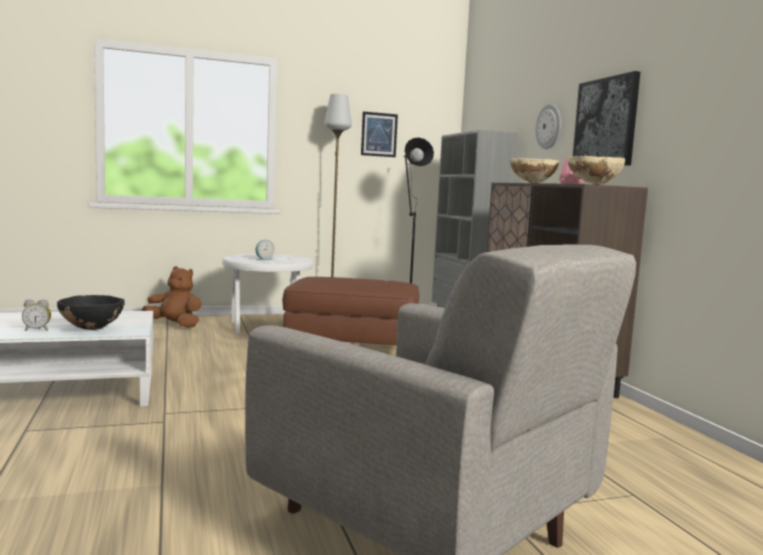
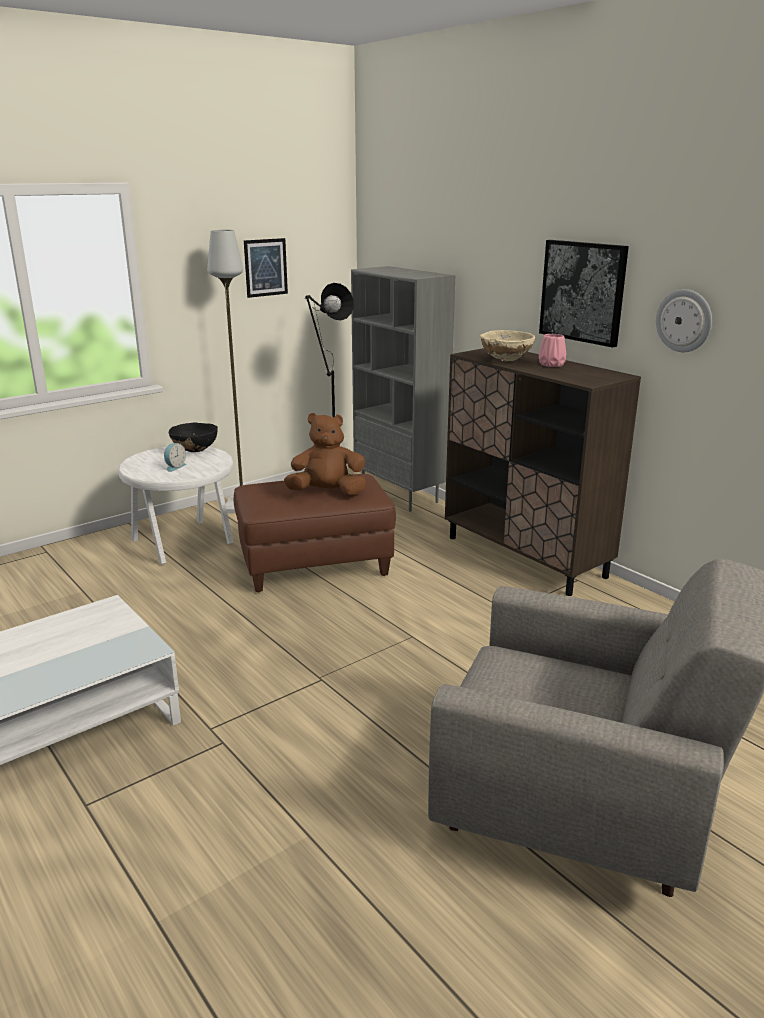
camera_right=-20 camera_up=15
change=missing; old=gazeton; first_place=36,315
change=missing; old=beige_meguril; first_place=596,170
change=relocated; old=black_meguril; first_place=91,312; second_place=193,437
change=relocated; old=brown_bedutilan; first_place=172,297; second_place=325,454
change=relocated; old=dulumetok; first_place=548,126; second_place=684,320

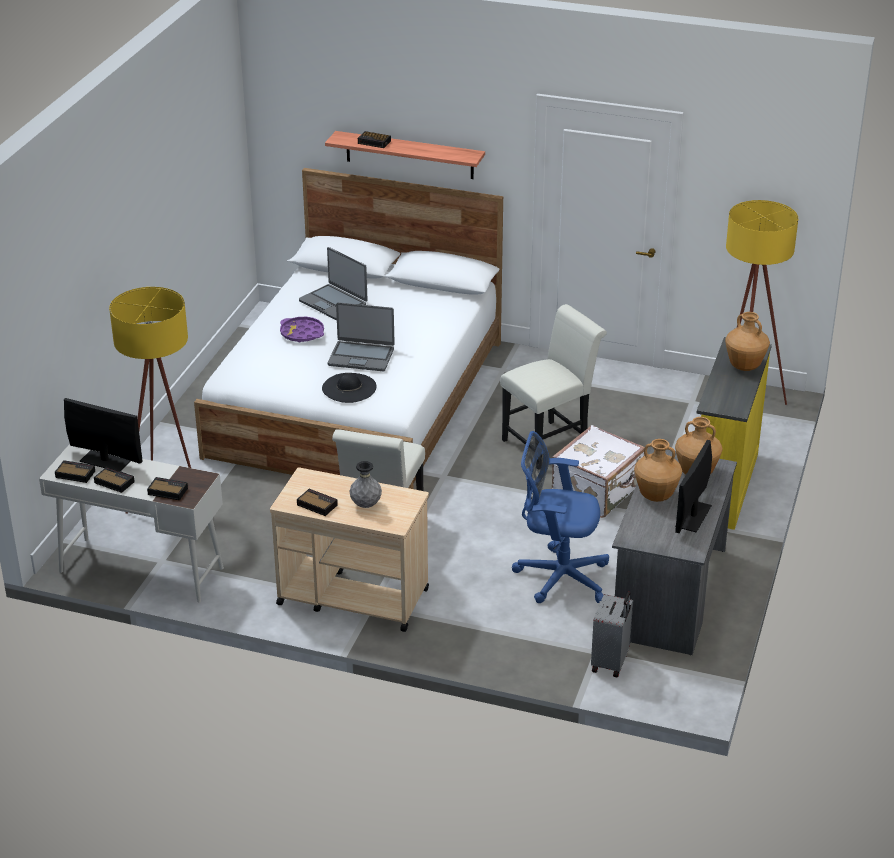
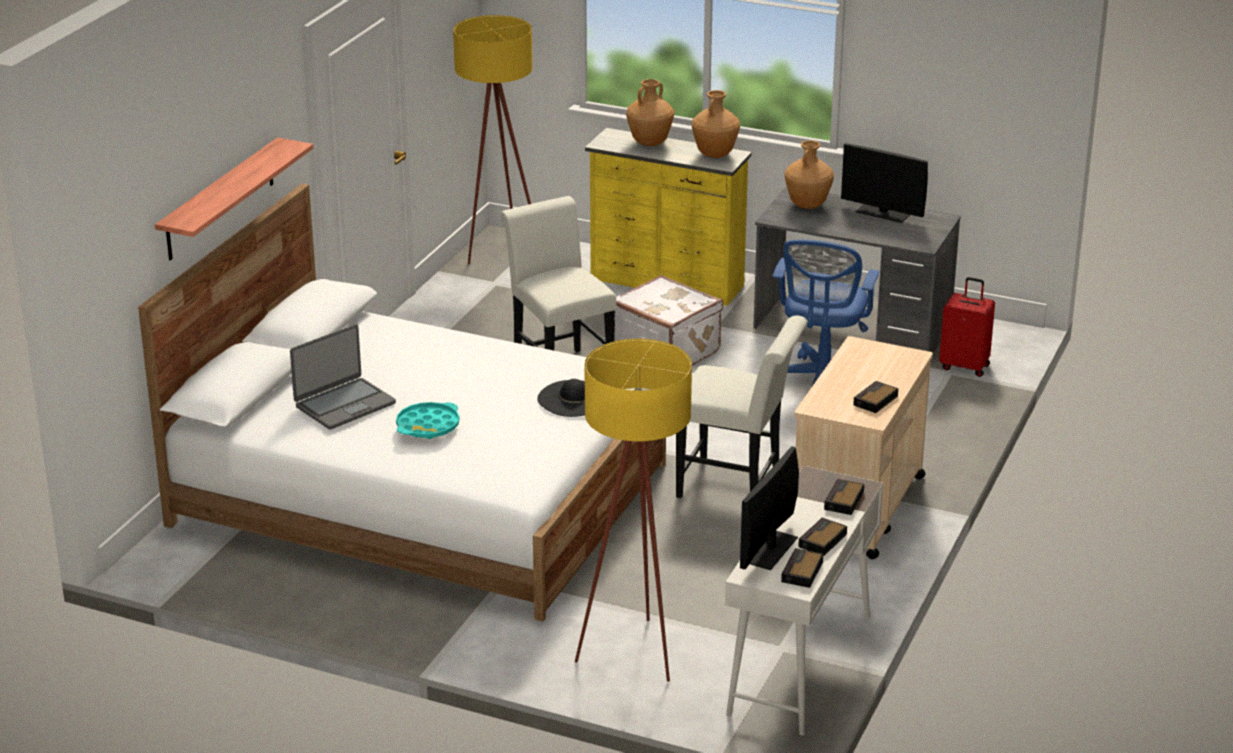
camera_right=-85 camera_up=-5
change=missing; old=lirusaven; first_place=361,336
change=missing; old=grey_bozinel; first_place=365,484
change=missing; old=gazeton; first_place=374,139
change=relocated; old=brown_bozinel; first_place=658,470; second_place=716,124
change=colour; old=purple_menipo; new=turquoise_menipo; first_place=302,329; second_place=427,420
change=colour; old=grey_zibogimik; new=red_zibogimik; first_place=612,634; second_place=967,327

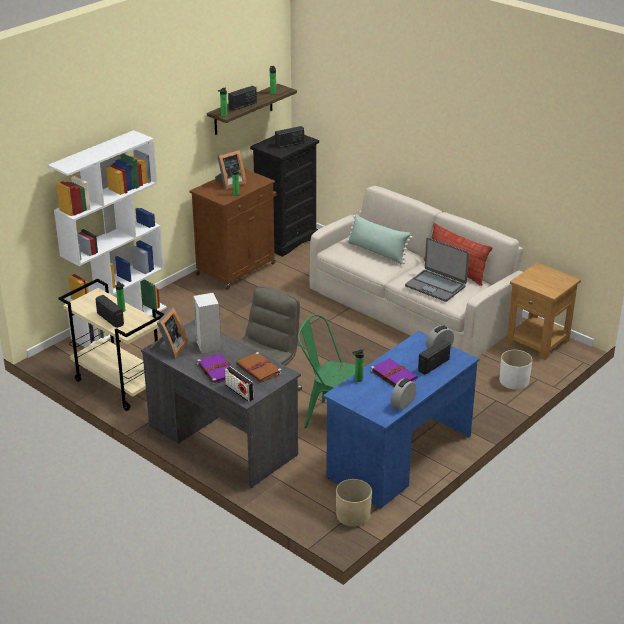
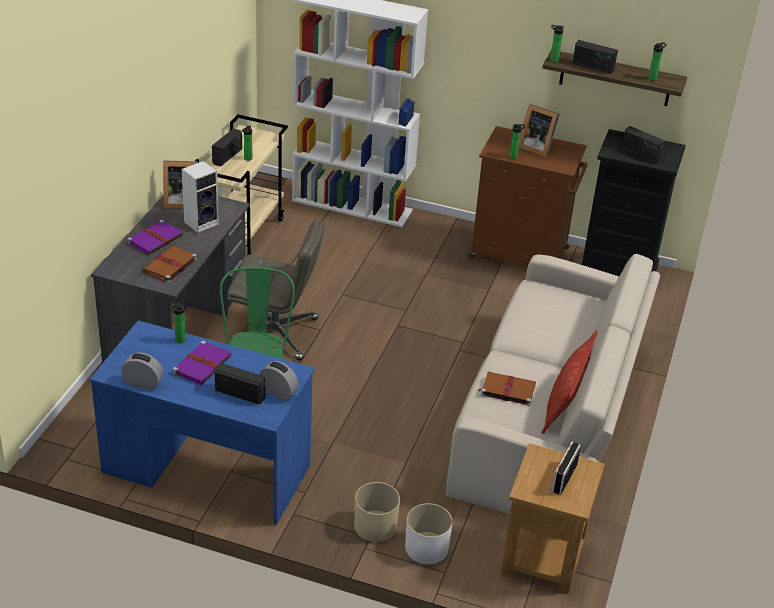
camera_right=65 camera_up=5
change=missing; old=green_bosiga; first_place=379,239
change=relocated; old=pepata; first_place=239,384; second_place=566,468
change=relocated; old=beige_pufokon; first_place=354,503; second_place=377,512
change=exchanged; old=lirusaven; new=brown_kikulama; first_place=437,269; second_place=507,389

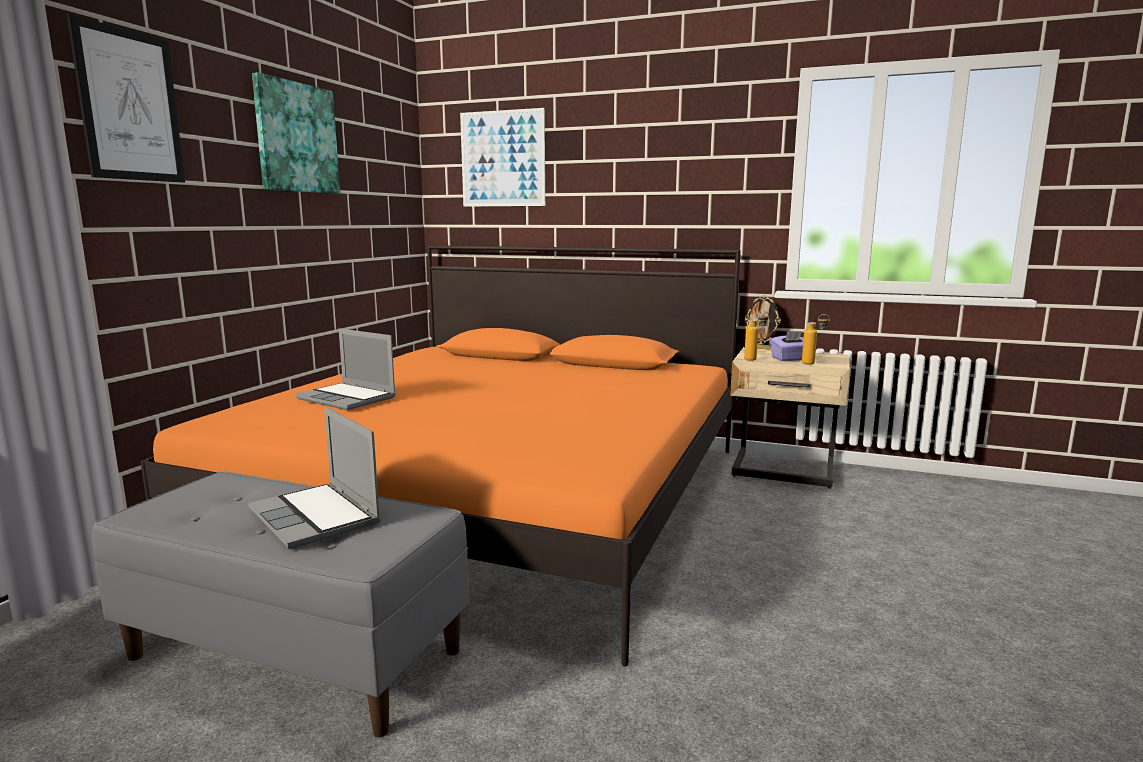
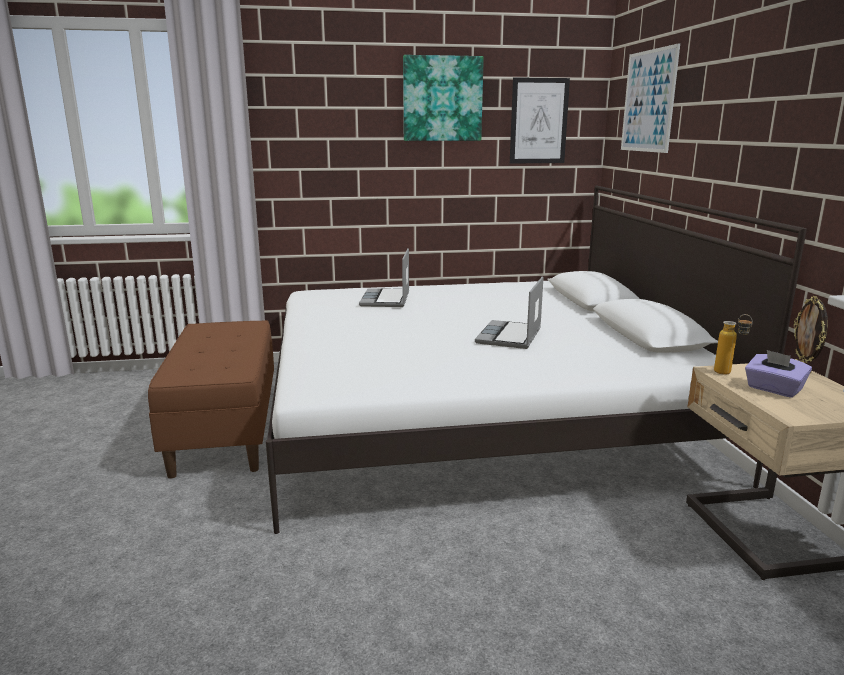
camera_right=60 camera_up=5
change=missing; old=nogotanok; first_place=816,339
change=relocated; old=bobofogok; first_place=126,98; second_place=540,121
change=relocated; old=lirusaven; first_place=314,478; second_place=509,312
change=colour; old=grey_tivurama; new=brown_tivurama; first_place=280,604; second_place=211,399
change=colour; old=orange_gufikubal; new=white_gufikubal; first_place=440,455; second_place=536,359

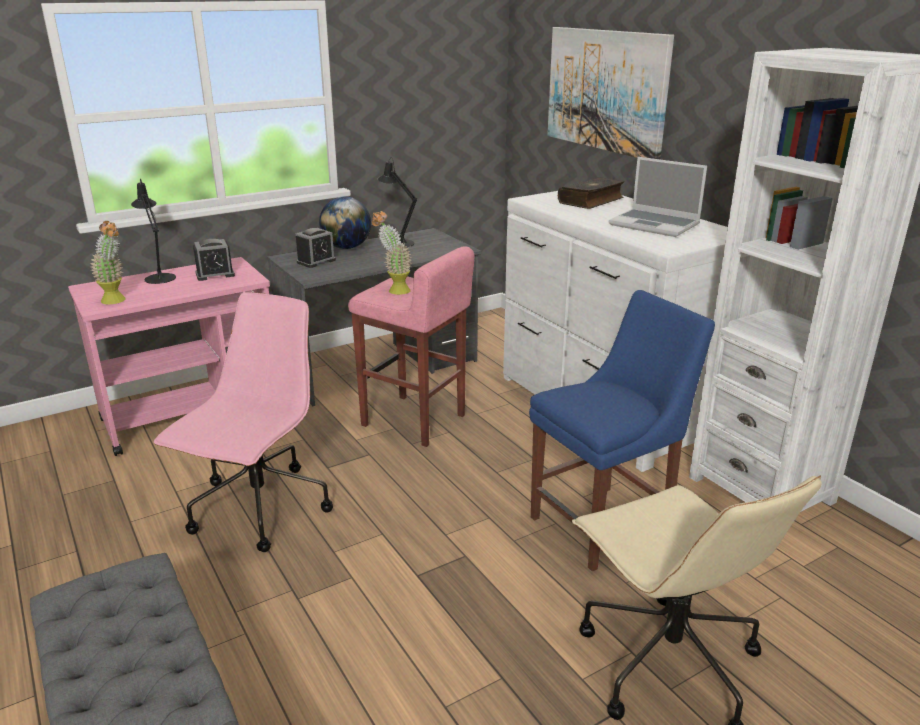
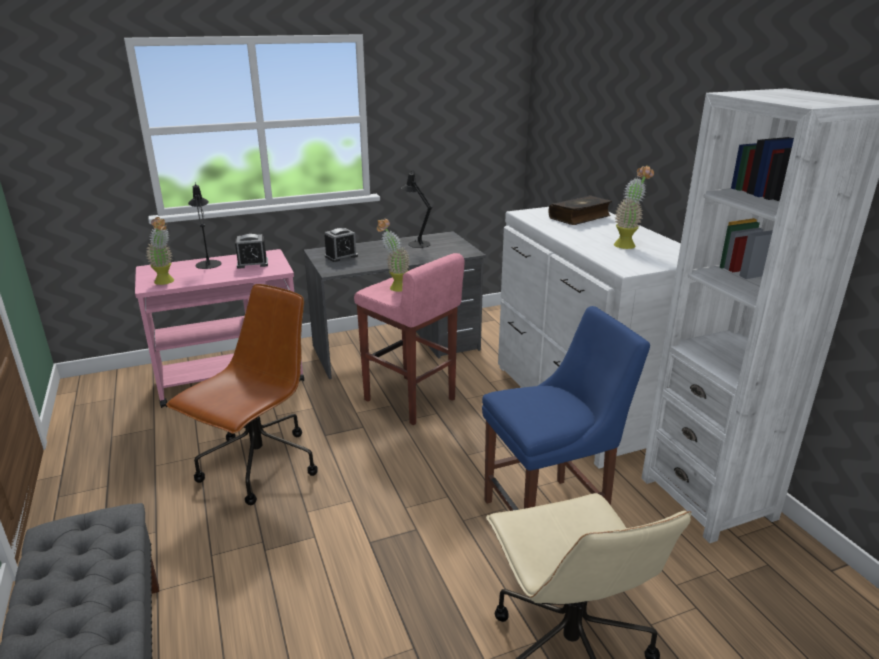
camera_right=10 camera_up=0
change=missing; old=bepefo; first_place=345,222
change=missing; old=bobofogok; first_place=610,93
change=exchanged; old=lirusaven; new=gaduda; first_place=658,197; second_place=634,207
change=colour; old=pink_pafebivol; new=brown_pafebivol; first_place=243,422; second_place=242,394

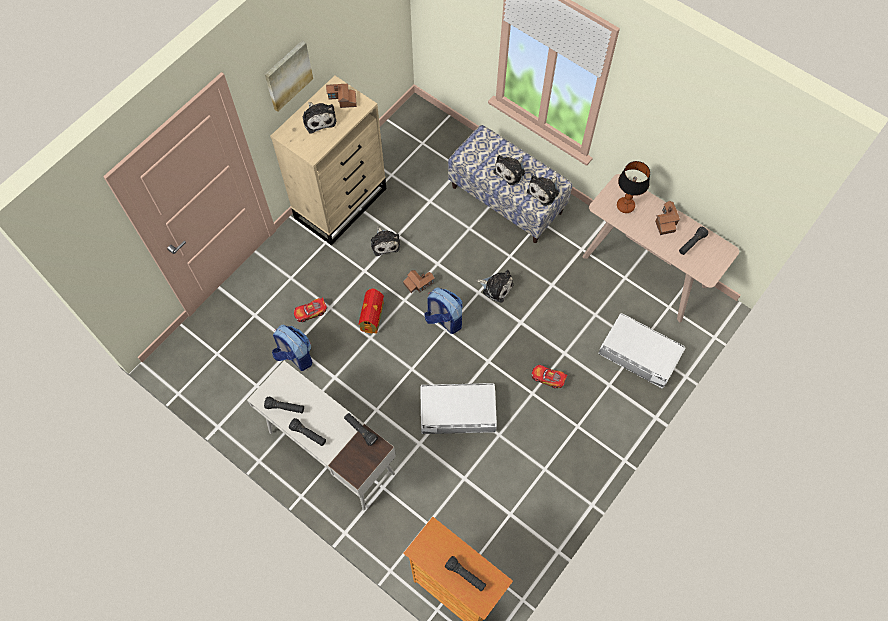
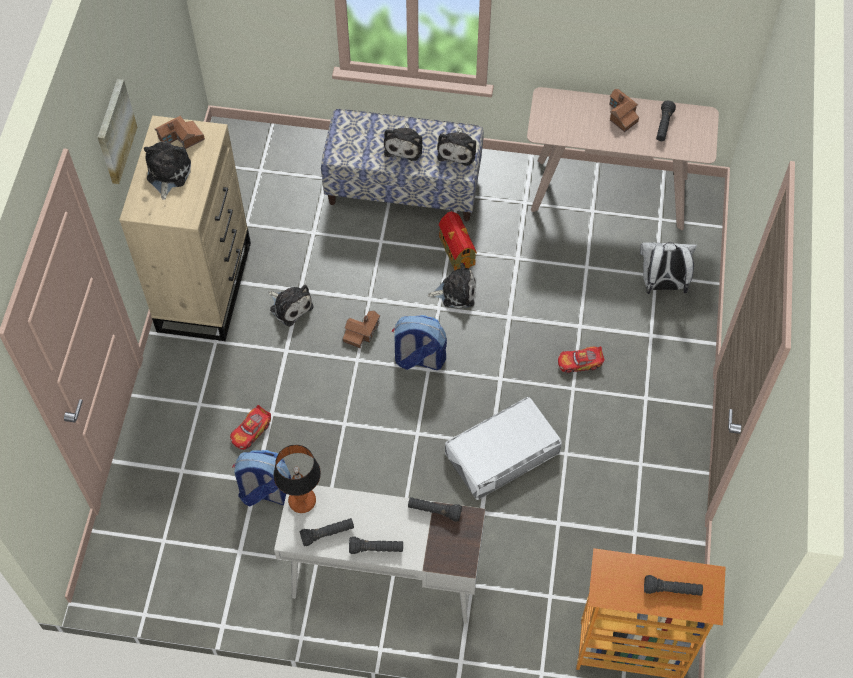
camera_right=-30 camera_up=-5
change=relocated; old=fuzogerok; first_place=371,311; second_place=458,240
change=relocated; old=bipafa; first_place=633,187; second_place=297,478
change=exchanged; old=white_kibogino; new=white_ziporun; first_place=642,350; second_place=668,268
change=spun; old=bedutilan; first_place=319,118; second_place=167,171; degrees=-120

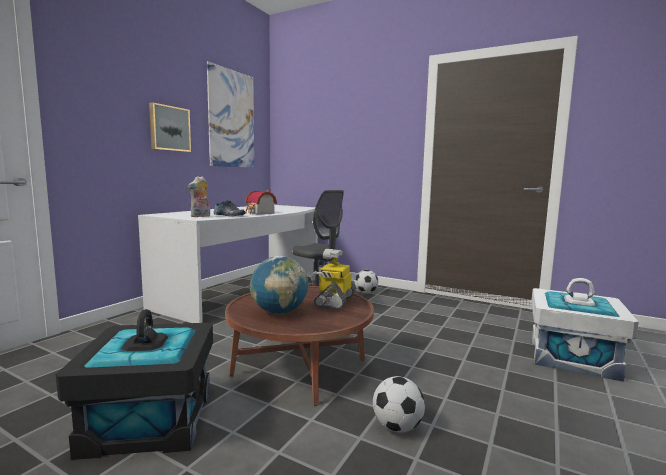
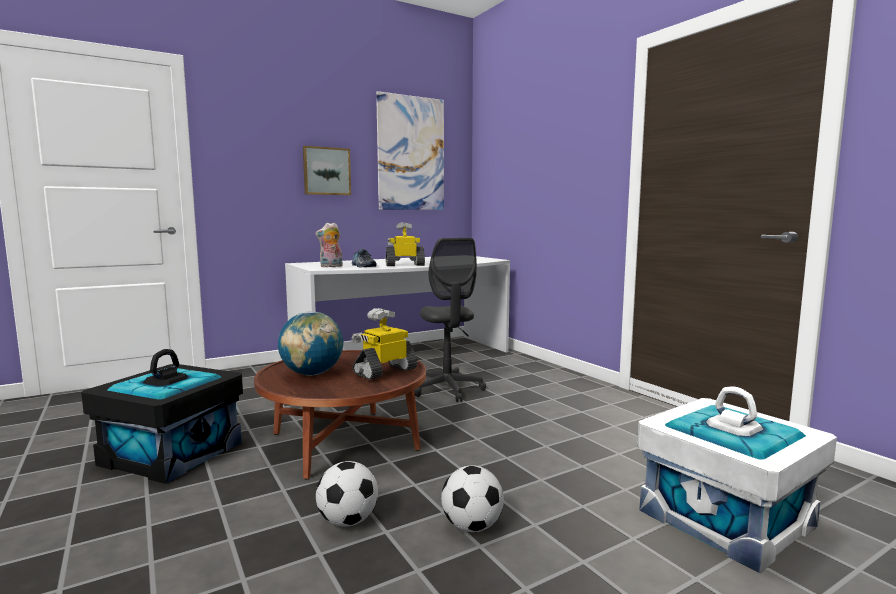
camera_right=30 camera_up=0
change=relocated; old=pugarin; first_place=366,282; second_place=472,498
change=exchanged; old=fuzogerok; new=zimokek; first_place=261,202; second_place=405,244

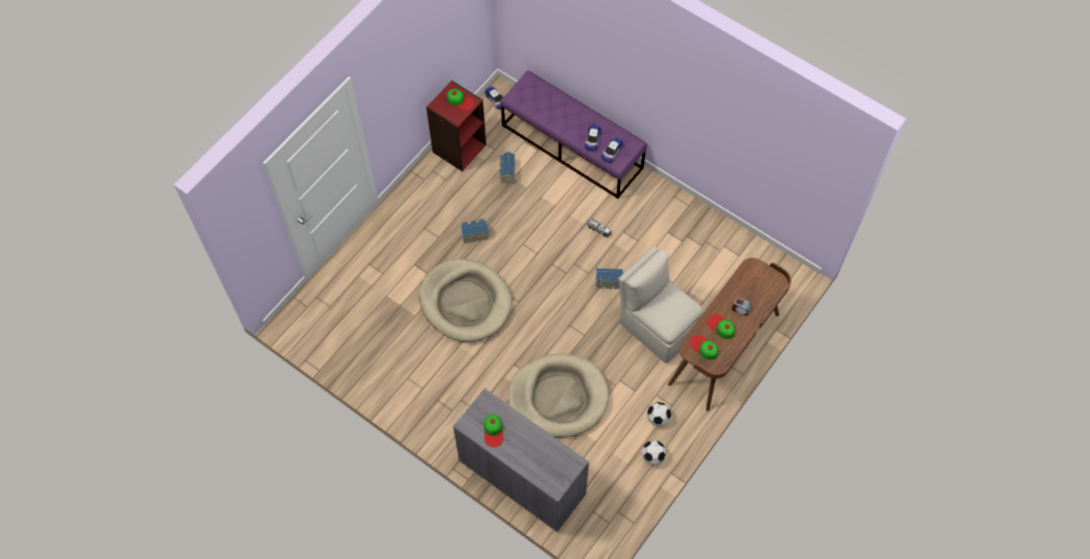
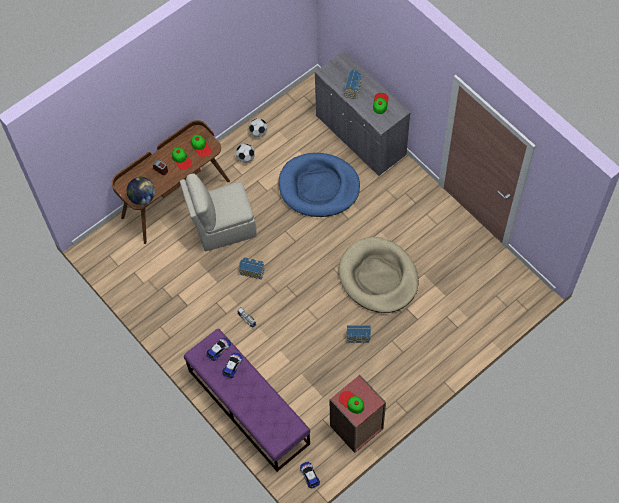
camera_right=-165 camera_up=0
change=appeared; new=bepefo; second_place=141,191
change=relocated; old=fuzogerok; first_place=507,167; second_place=353,84
change=colour; old=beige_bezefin; new=blue_bezefin; first_place=558,395; second_place=319,185
change=spun; old=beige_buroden; first_place=661,304; second_place=218,212; degrees=105

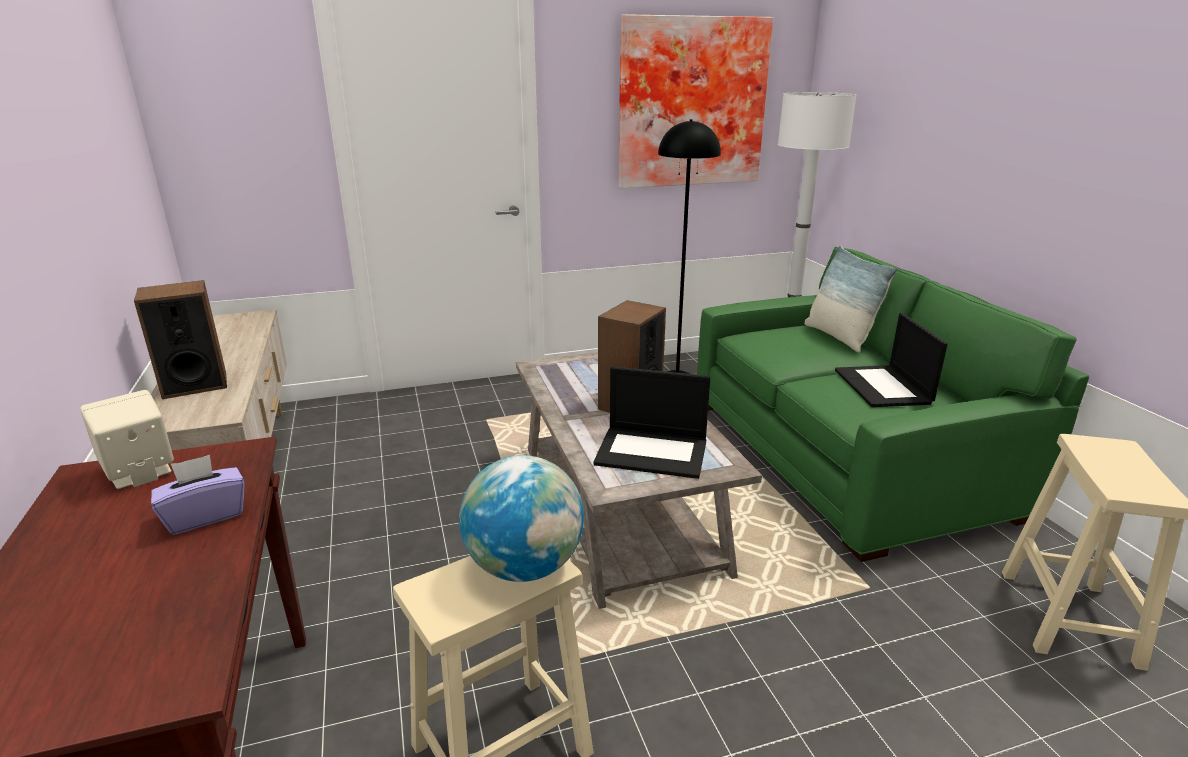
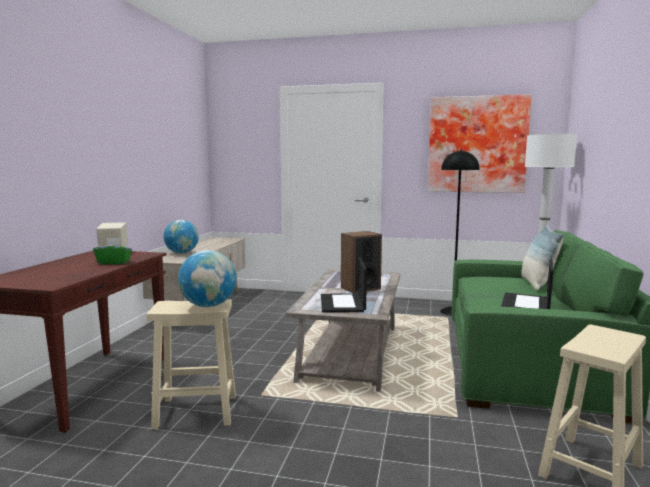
camera_right=30 camera_up=-15
change=exchanged; old=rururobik; new=bepefo; first_place=180,339; second_place=181,236
change=colour; old=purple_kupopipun; new=green_kupopipun; first_place=198,495; second_place=112,251
change=spun; old=lirusaven; first_place=652,422; second_place=344,285; degrees=45

